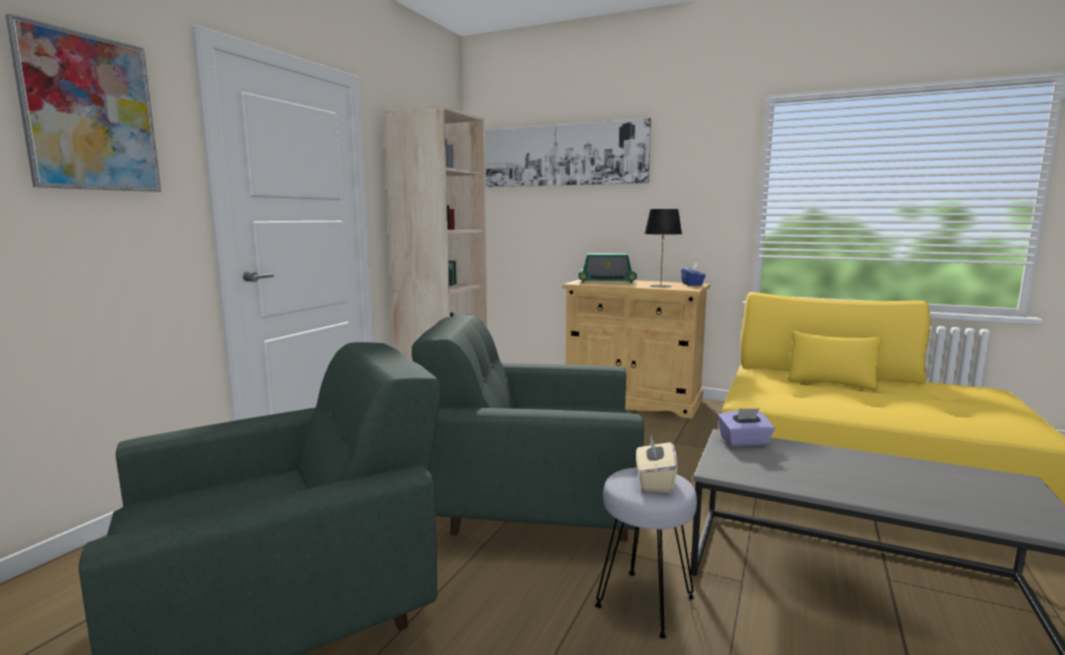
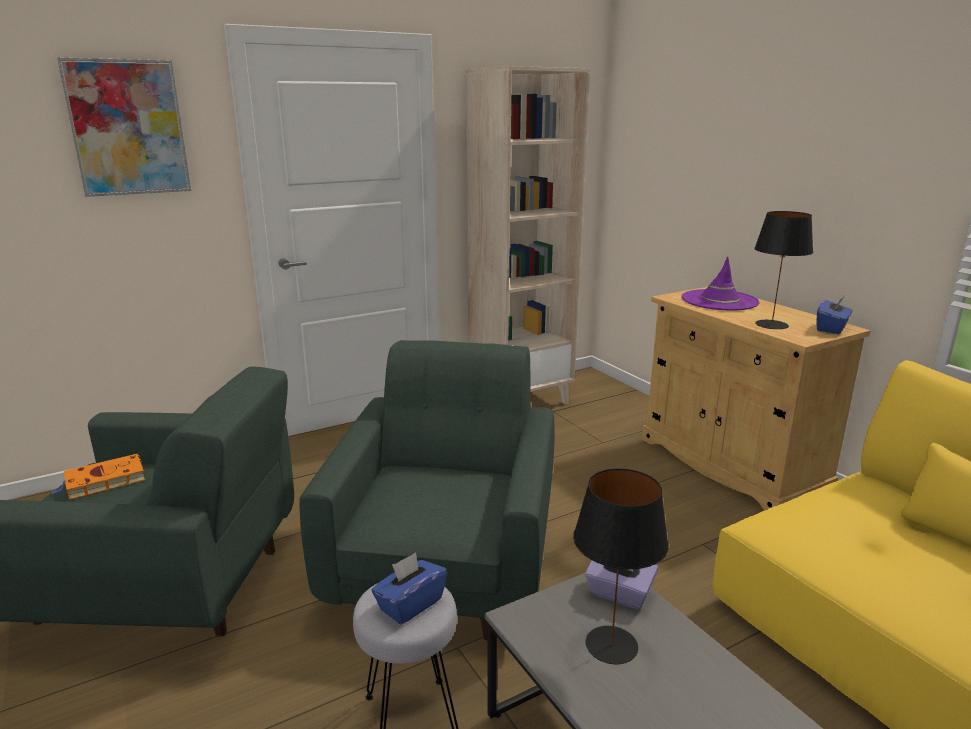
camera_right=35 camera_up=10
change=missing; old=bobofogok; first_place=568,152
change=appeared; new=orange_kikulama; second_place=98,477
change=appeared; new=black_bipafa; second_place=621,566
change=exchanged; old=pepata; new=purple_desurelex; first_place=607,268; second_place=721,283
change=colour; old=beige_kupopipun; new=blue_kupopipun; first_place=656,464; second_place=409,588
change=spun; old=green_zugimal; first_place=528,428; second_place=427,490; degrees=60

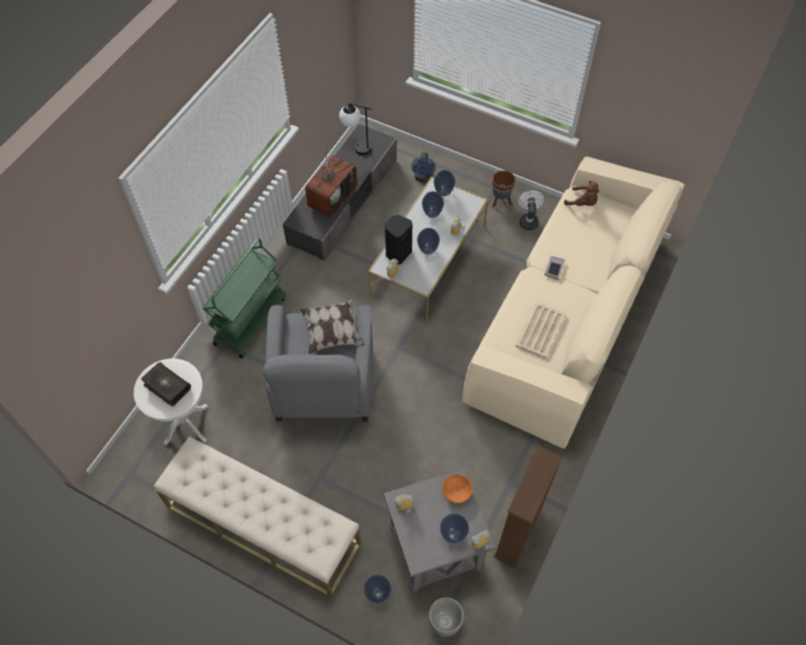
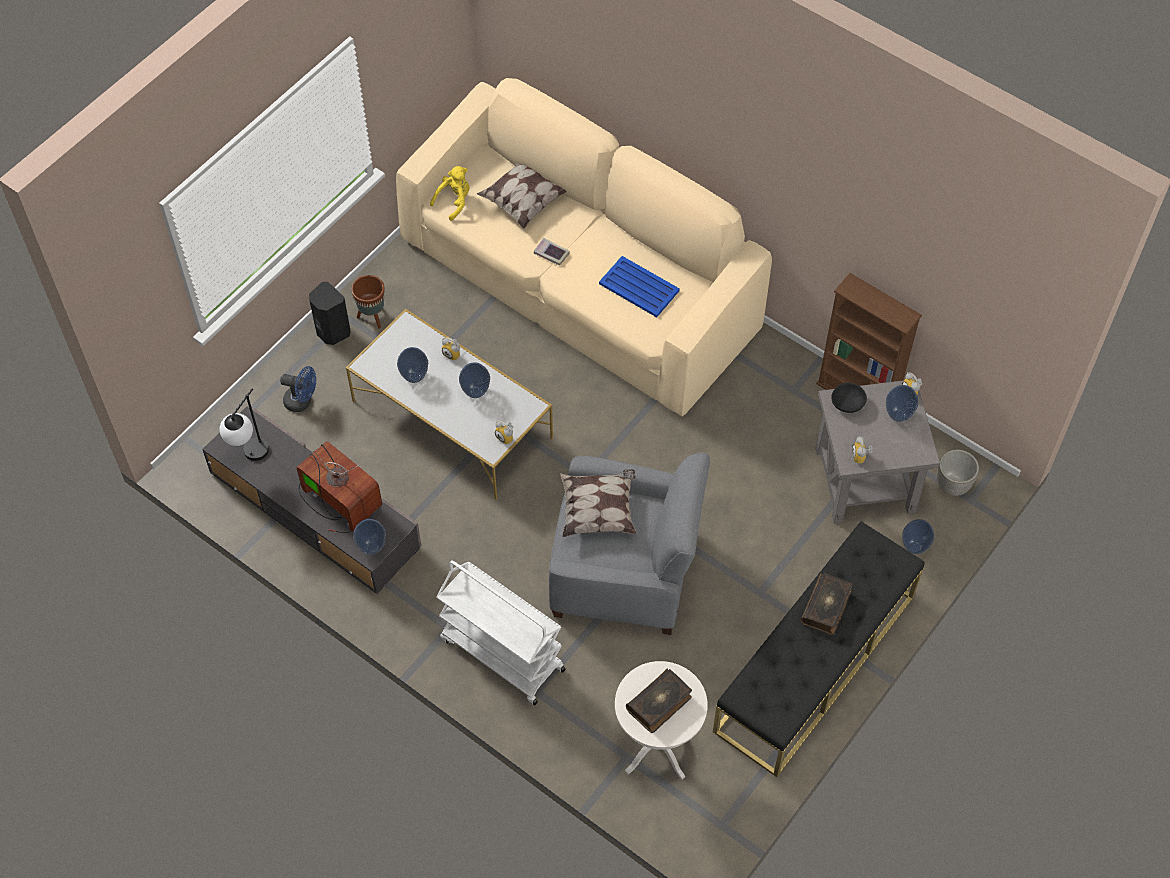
camera_right=-80 camera_up=0
change=missing; old=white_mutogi; first_place=531,210
change=appeared; new=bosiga; second_place=522,196
change=appeared; new=kikulama; second_place=826,604
change=relocated; old=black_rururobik; first_place=398,240; second_place=330,313
change=relocated; old=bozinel; first_place=444,183; second_place=369,537
change=colour; old=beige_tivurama; new=black_tivurama; first_place=257,517; second_place=819,649
change=colour; old=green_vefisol; new=white_vefisol; first_place=244,298; second_place=501,632
change=colour; old=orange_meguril; new=black_meguril; first_place=457,488; second_place=849,398
change=colour; old=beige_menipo; new=blue_menipo; first_place=540,330; second_place=639,286
change=colour; old=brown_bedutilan; new=yellow_bedutilan; first_place=581,193; second_place=450,193

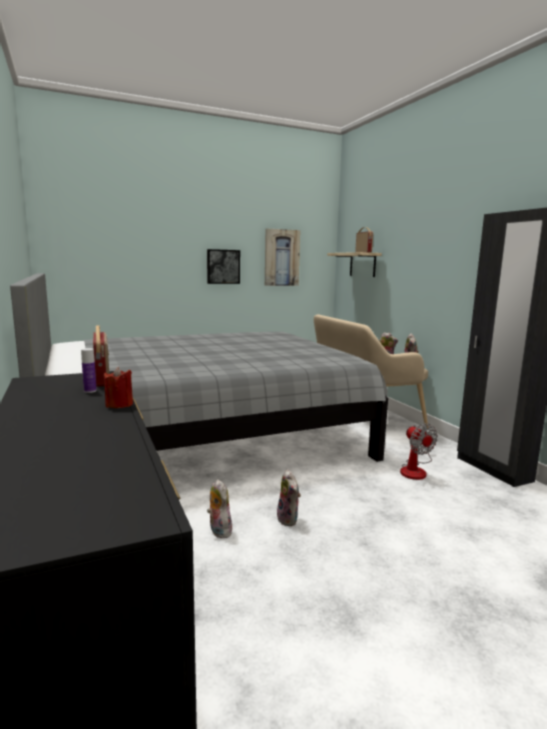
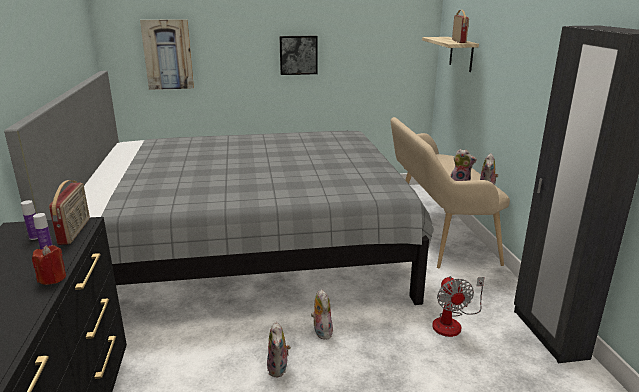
camera_right=15 camera_up=10
change=appeared; new=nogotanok; second_place=29,220
change=relocated; old=bedutilan; first_place=219,508; second_place=322,314
change=relocated; old=bobofogok; first_place=282,257; second_place=167,54

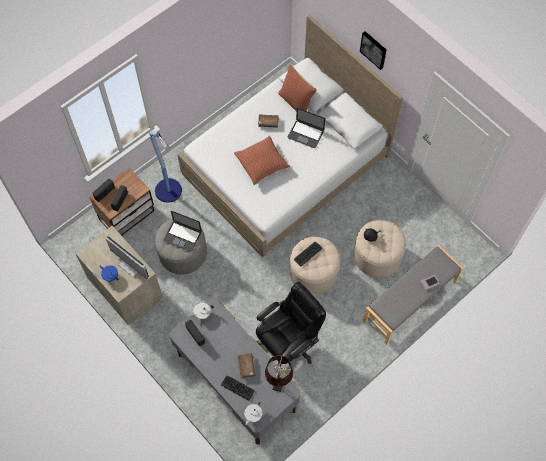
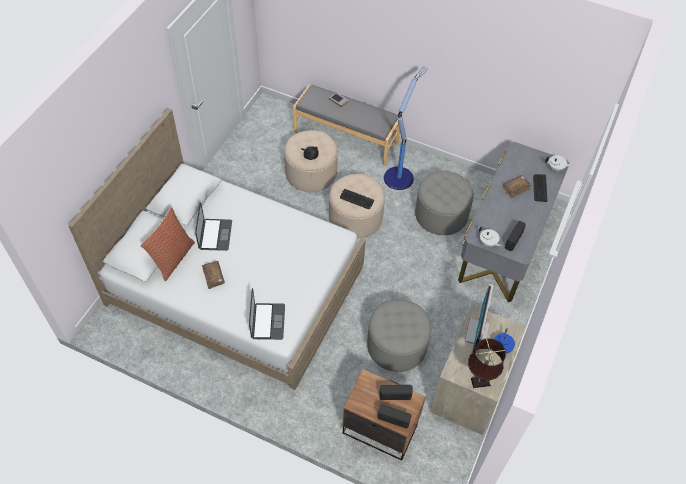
camera_right=-115 camera_up=-10
change=missing; old=bosiga; first_place=262,160
change=missing; old=bobofogok; first_place=373,50
change=relocated; old=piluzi; first_place=165,167; second_place=405,128
change=relocated; old=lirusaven; first_place=182,231; second_place=267,314
change=relocated; old=brown_bipafa; first_place=279,373; second_place=487,363
change=exchanged; old=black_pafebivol; new=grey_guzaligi; first_place=291,324; second_place=444,202

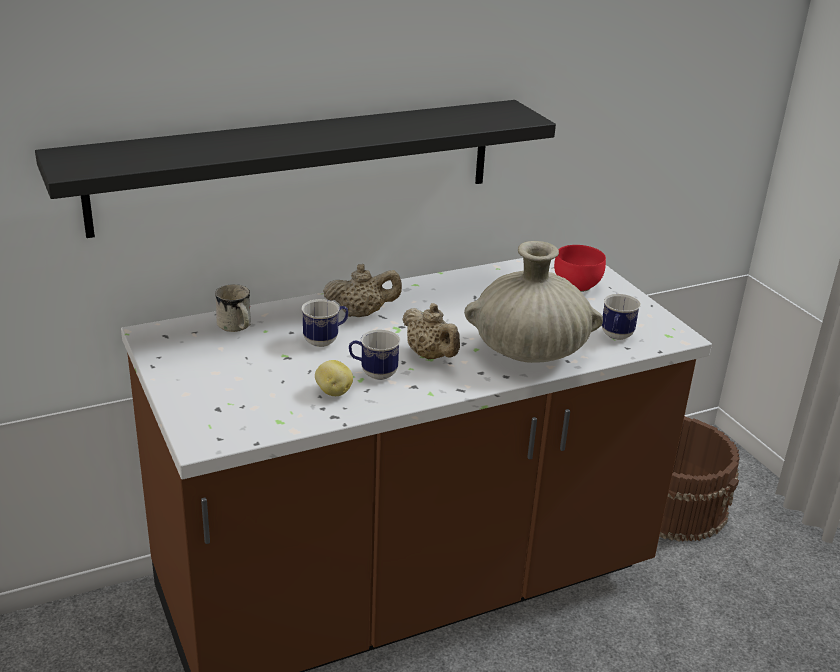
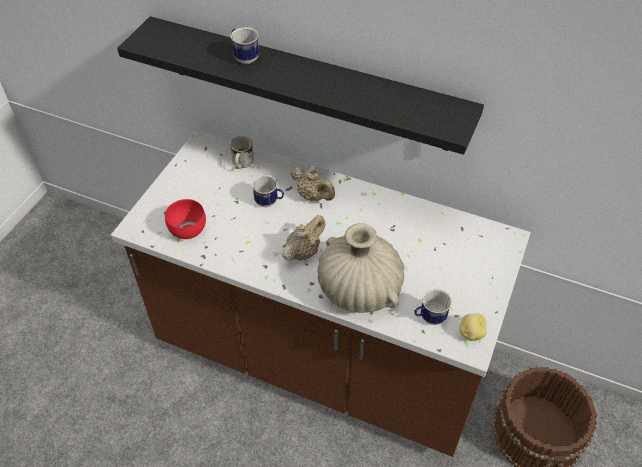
camera_right=50 camera_up=20
change=relocated; old=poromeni; first_place=334,378; second_place=473,327
change=relocated; old=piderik; first_place=374,355; second_place=245,45
change=relocated; old=red_meguril; first_place=580,268; second_place=185,219
change=spun; old=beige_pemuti; first_place=431,331; second_place=303,238; degrees=-150

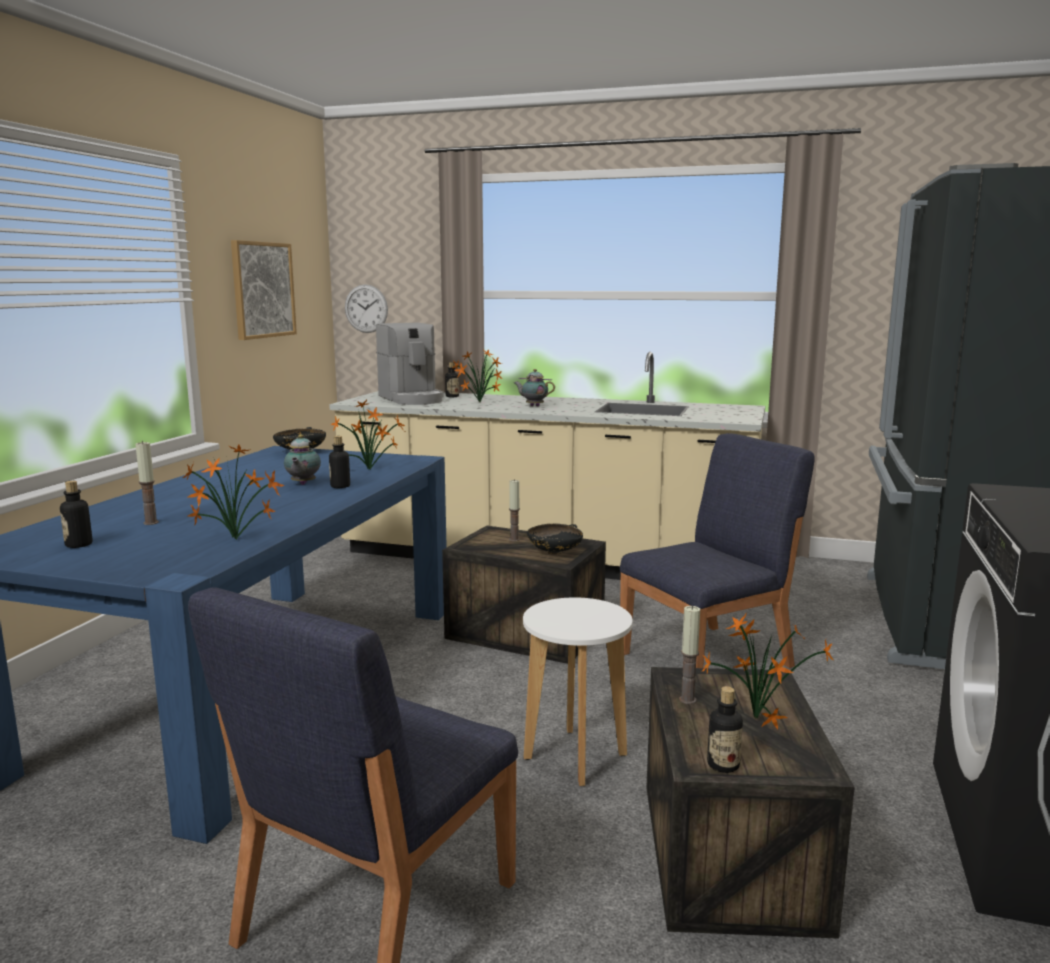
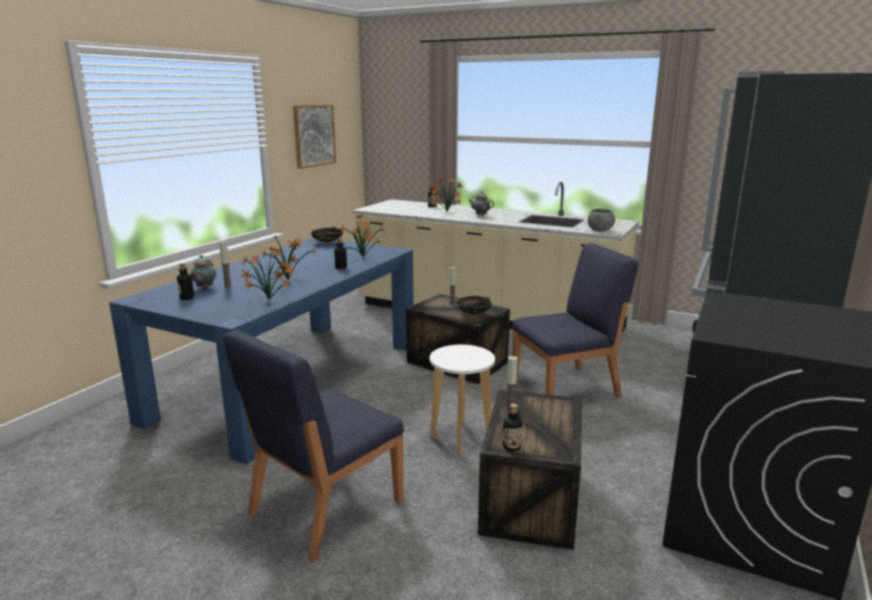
camera_right=10 camera_up=5
change=missing; old=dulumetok; first_place=366,308
change=missing; old=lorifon; first_place=410,364
change=appeared; new=grey_meguril; second_place=601,220
change=relocated; old=pemuti; first_place=302,459; second_place=203,272
change=relocated; old=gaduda; first_place=767,671; second_place=289,257

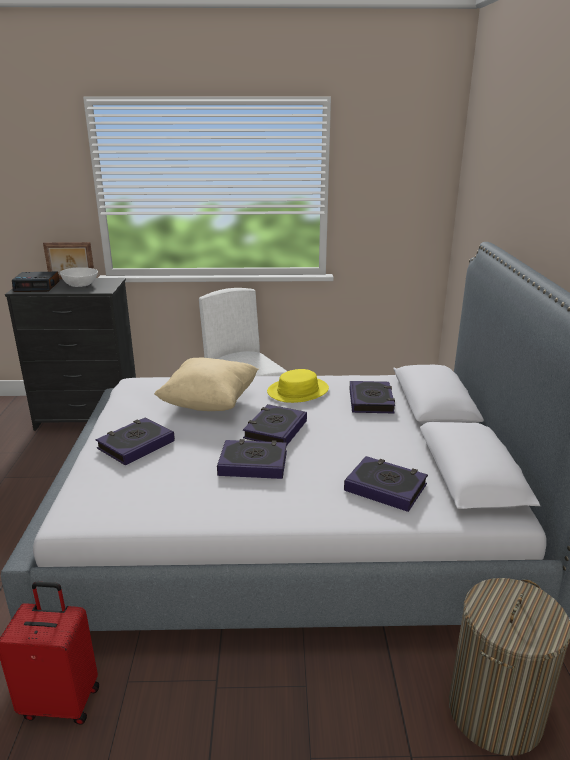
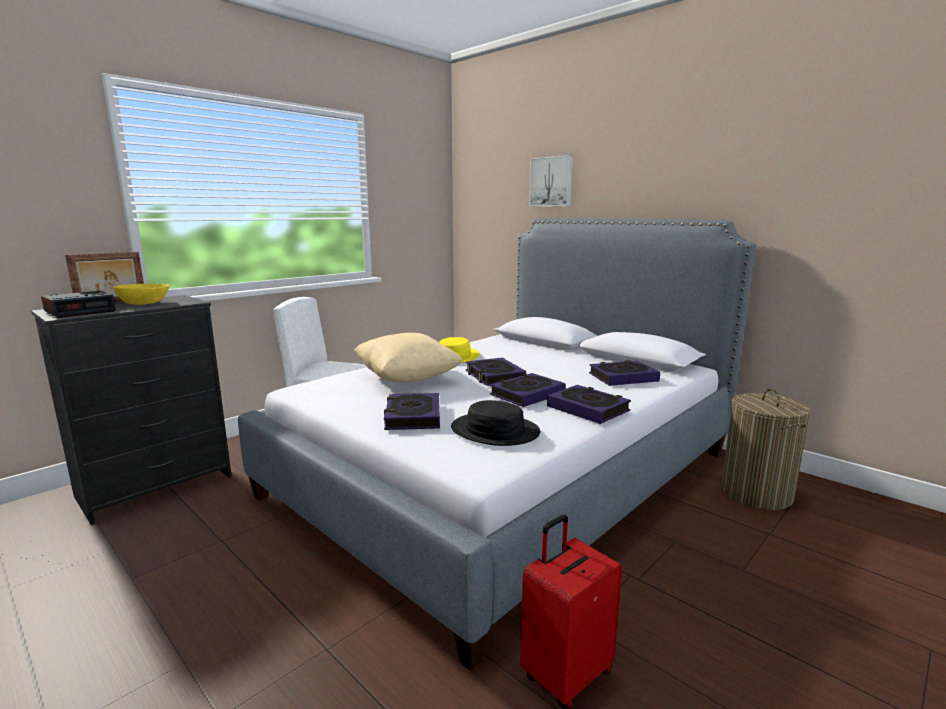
camera_right=-45 camera_up=-10
change=appeared; new=black_desurelex; second_place=495,423
change=appeared; new=bobofogok; second_place=551,181
change=relocated; old=kikulama; first_place=372,397; second_place=589,404
change=colour; old=white_meguril; new=yellow_meguril; first_place=79,277; second_place=141,294

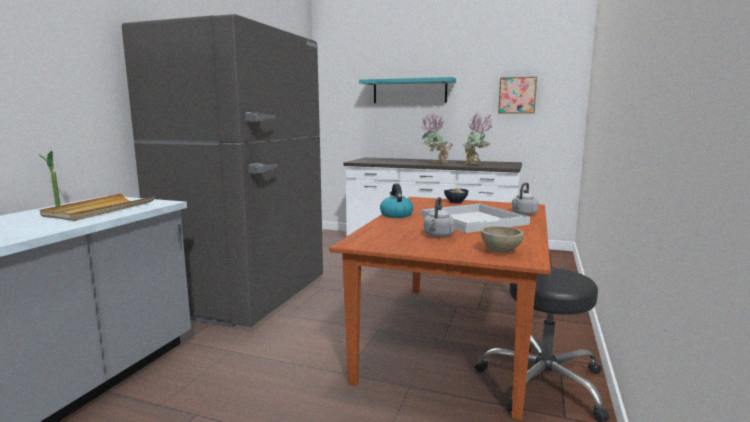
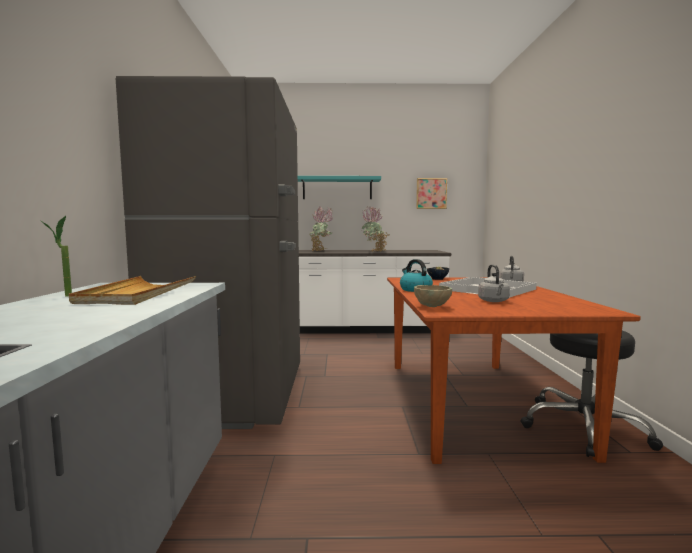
camera_right=-20 camera_up=-5
change=relocated; old=gaduda; first_place=477,139; second_place=321,228
change=relocated; old=beige_meguril; first_place=502,239; second_place=433,296

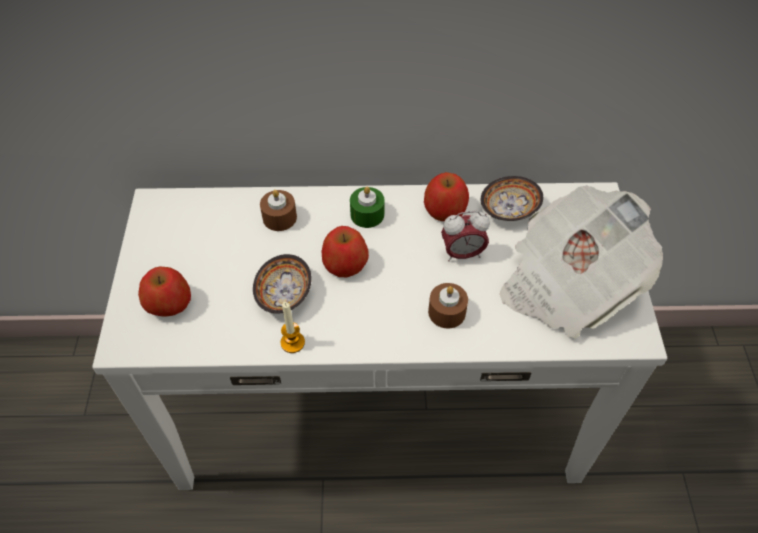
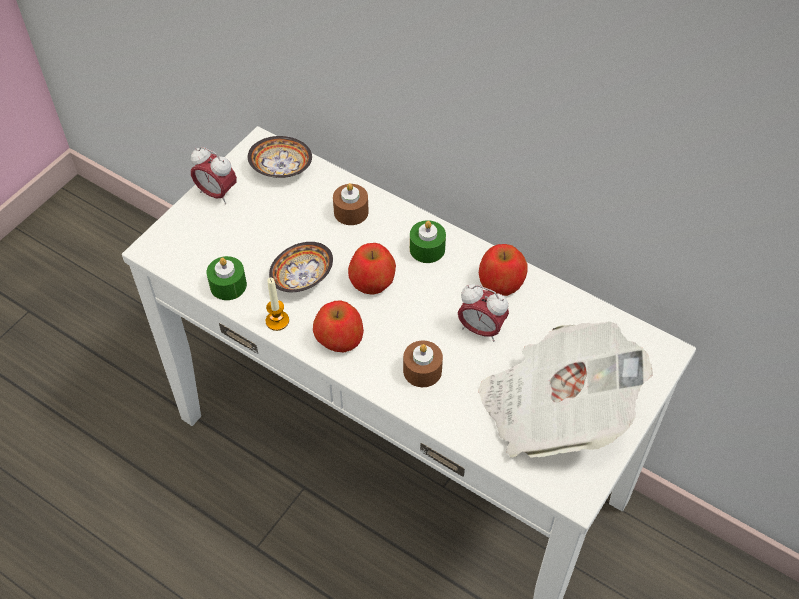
camera_right=35 camera_up=0
change=appeared; new=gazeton; second_place=214,175
change=appeared; new=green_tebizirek; second_place=227,278
change=relocated; old=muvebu; first_place=164,291; second_place=338,326
change=relocated; old=meguril; first_place=512,198; second_place=280,157

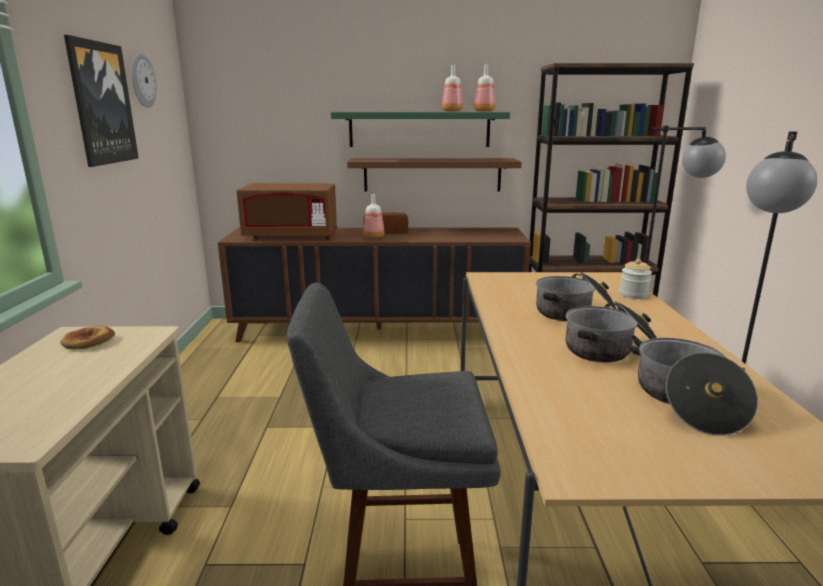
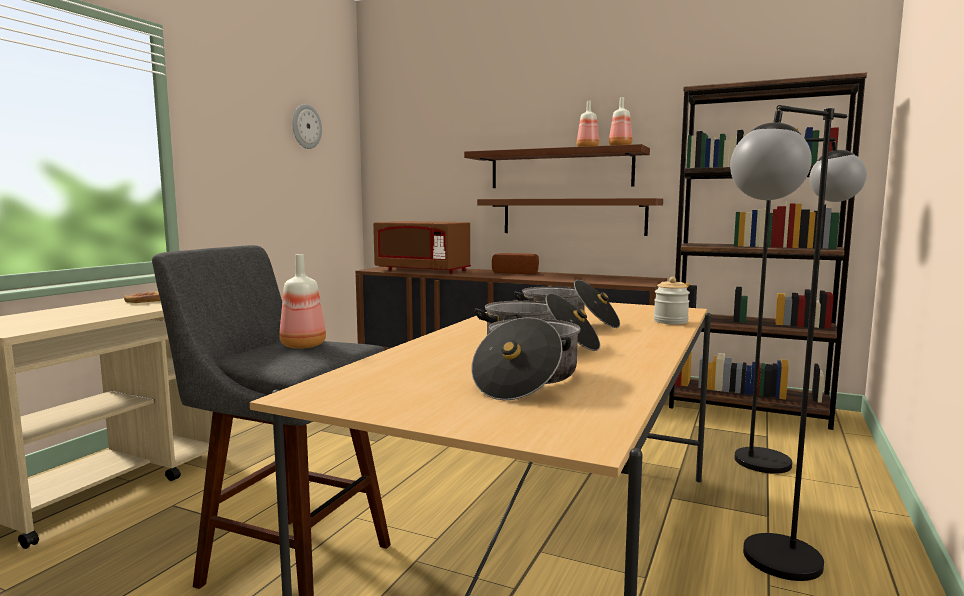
camera_right=25 camera_up=-10
change=missing; old=bobofogok; first_place=101,101
change=relocated; old=nogotanok; first_place=374,216; second_place=302,301
change=colour; old=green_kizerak; new=brown_kizerak; first_place=420,129; second_place=557,166

